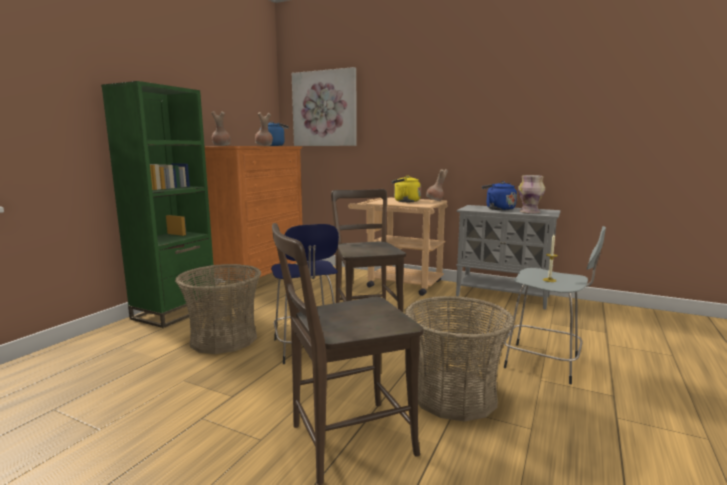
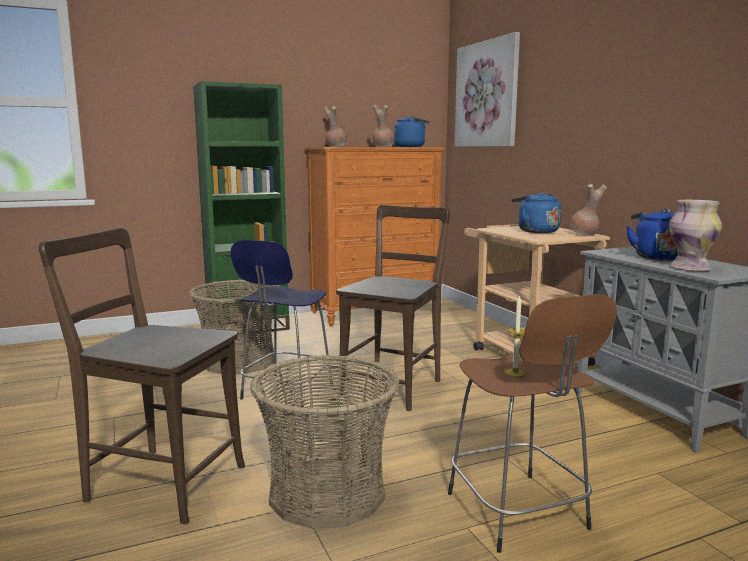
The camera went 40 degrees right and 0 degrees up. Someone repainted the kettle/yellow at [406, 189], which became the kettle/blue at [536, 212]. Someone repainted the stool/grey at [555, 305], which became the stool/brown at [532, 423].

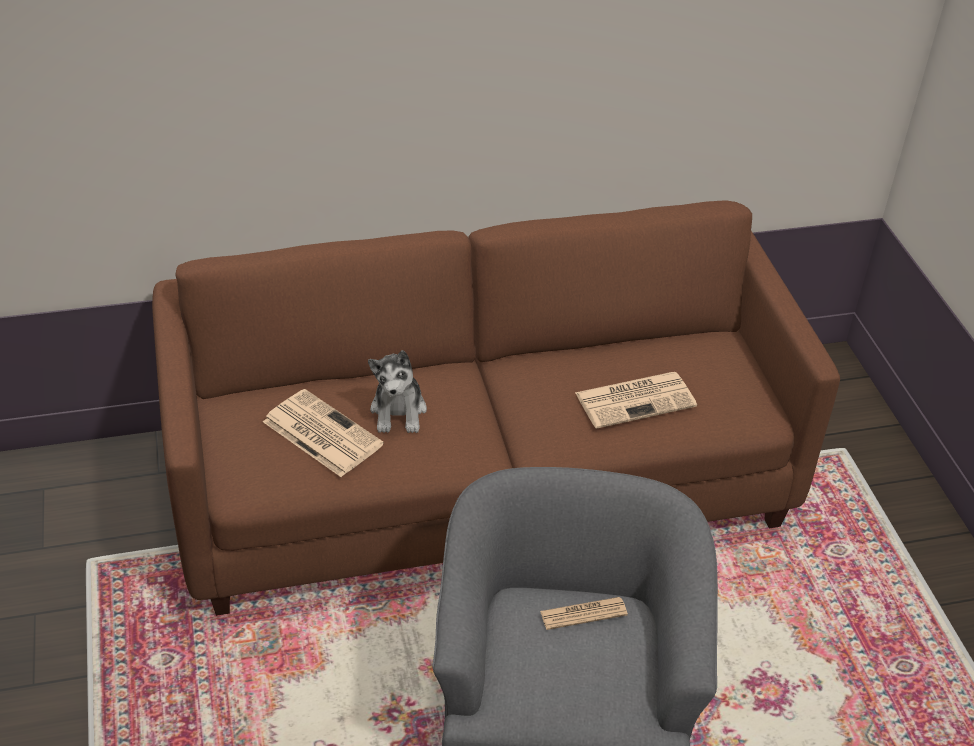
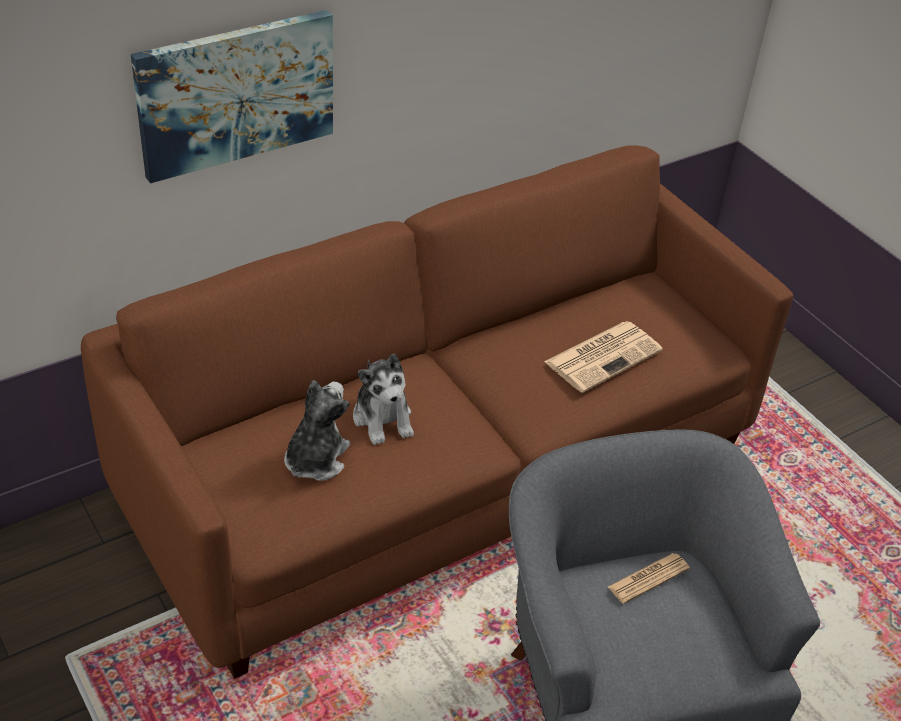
The camera went 20 degrees left and 0 degrees up. Someone swapped the newspaper at [323, 433] for the plush toy at [317, 430]. Someone put up the picture at [232, 96].

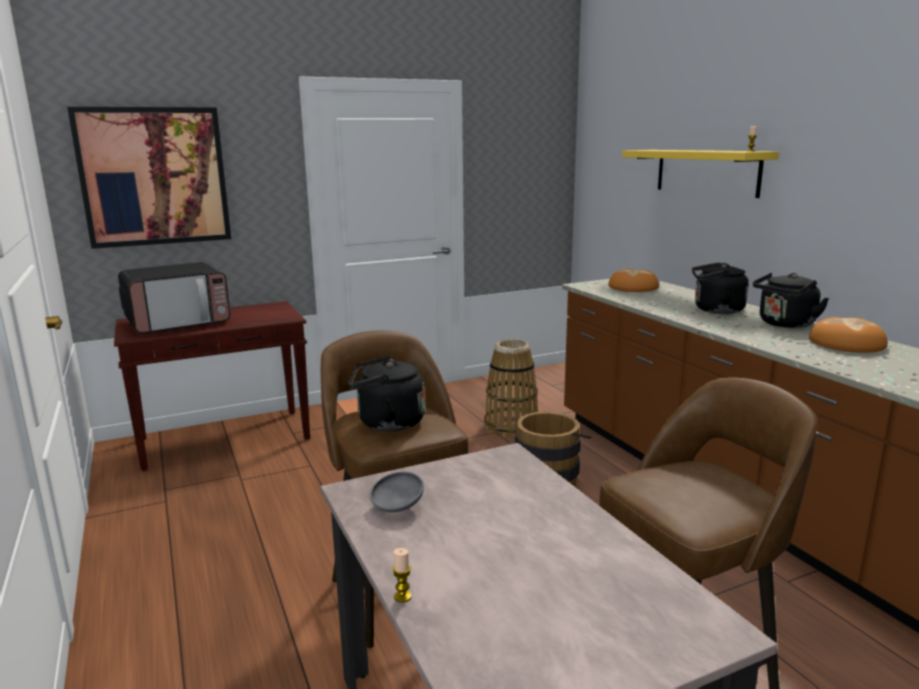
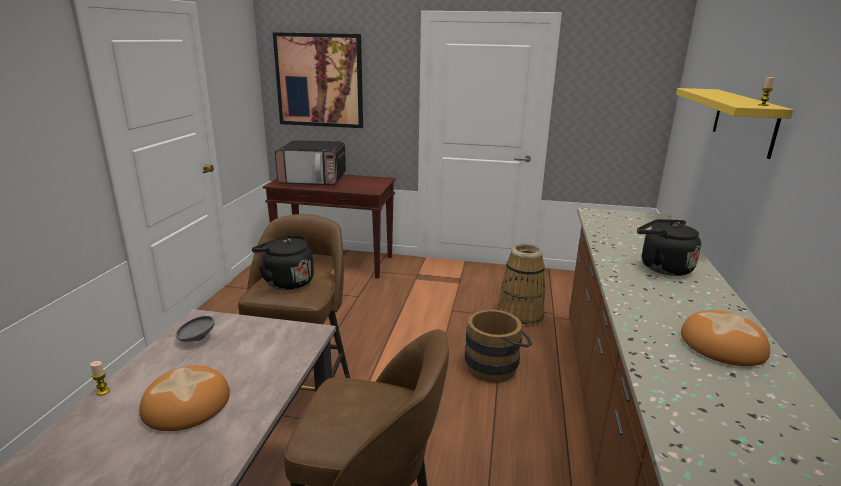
The camera went 35 degrees right and 5 degrees up. Someone carried the bread from [633, 280] to [184, 398]. Someone took away the kettle/black at [791, 300].

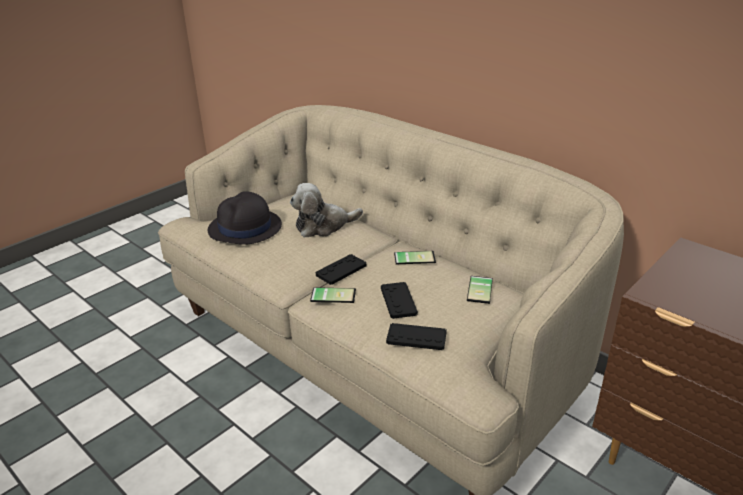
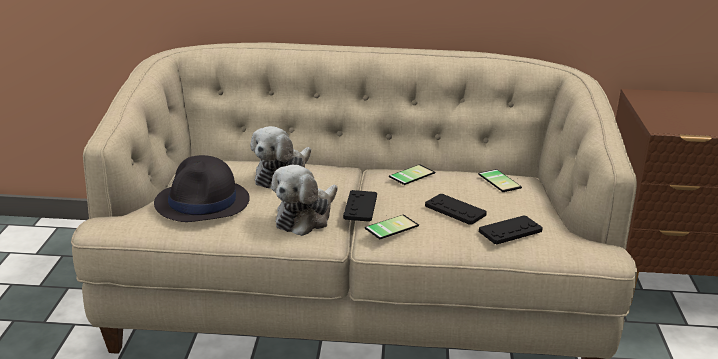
The camera went 40 degrees left and 5 degrees down. Someone put down the plush toy at [304, 200].

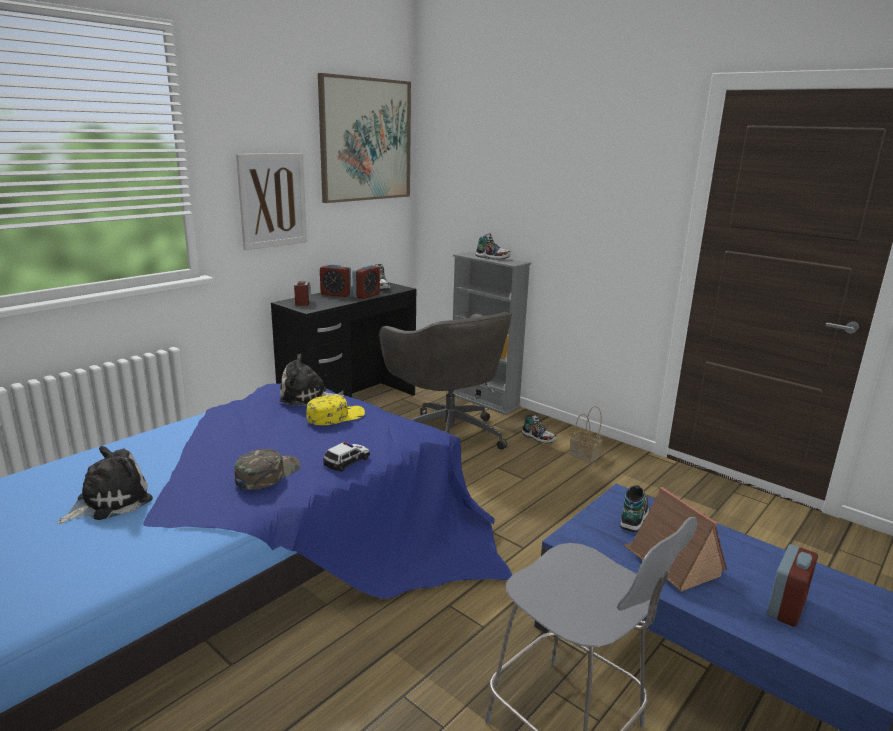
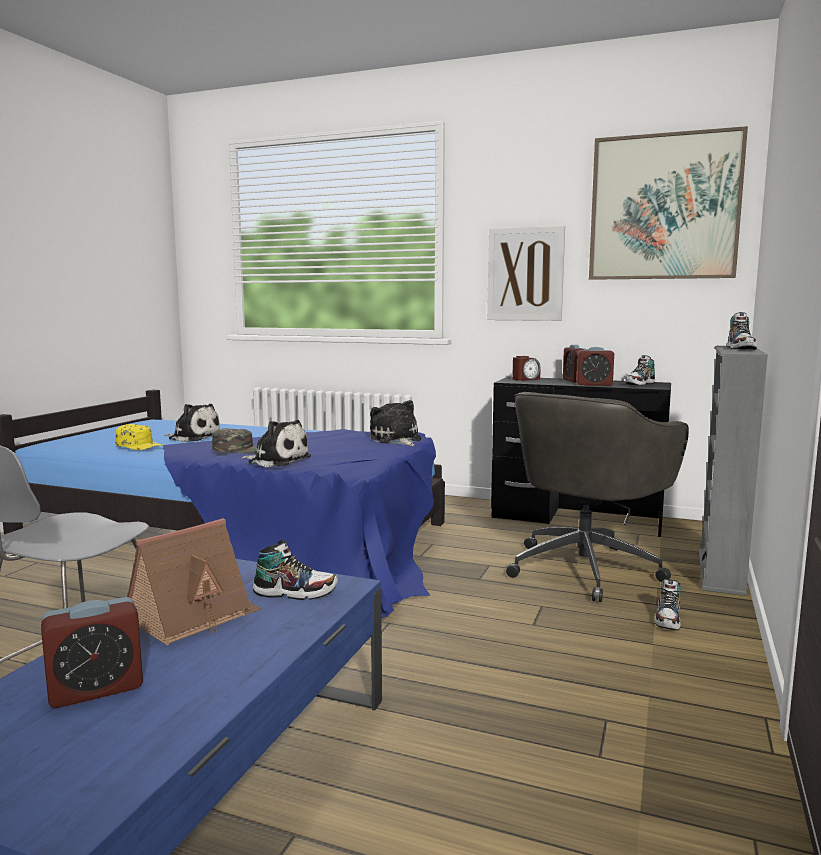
The camera went 70 degrees right and 10 degrees down. Someone carried the cap/yellow from [335, 410] to [139, 437]. Someone swapped the toy car at [346, 457] for the plush toy at [276, 443]. Someone took away the basket at [586, 434]. Someone rotated the alarm clock at [792, 585] by 45 degrees counterclockwise.

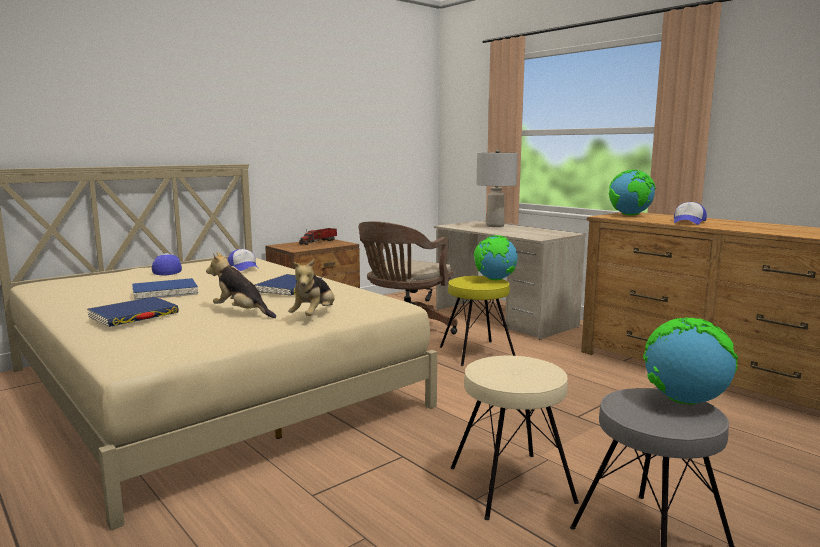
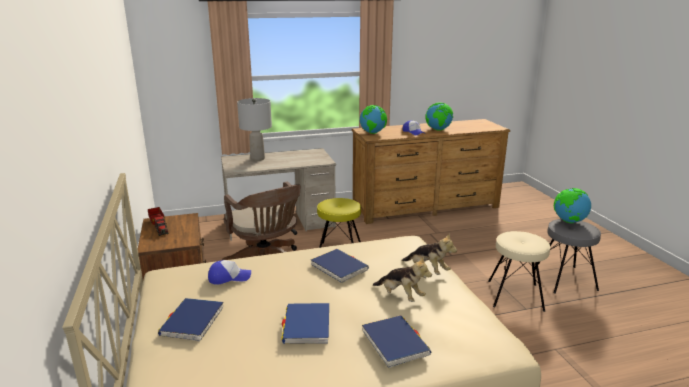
The camera went 65 degrees left and 10 degrees up. Someone swapped the cap at [167, 264] for the book/blue at [190, 320]. Someone rotated the plush toy at [241, 285] by 105 degrees counterclockwise. Someone carried the globe from [496, 257] to [439, 116].

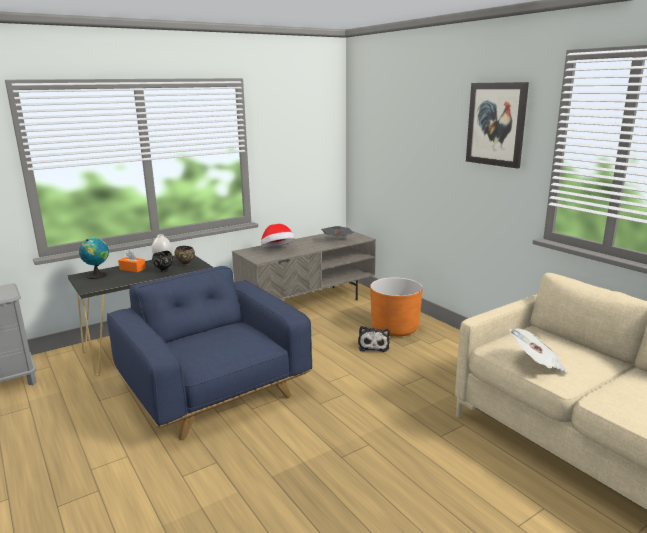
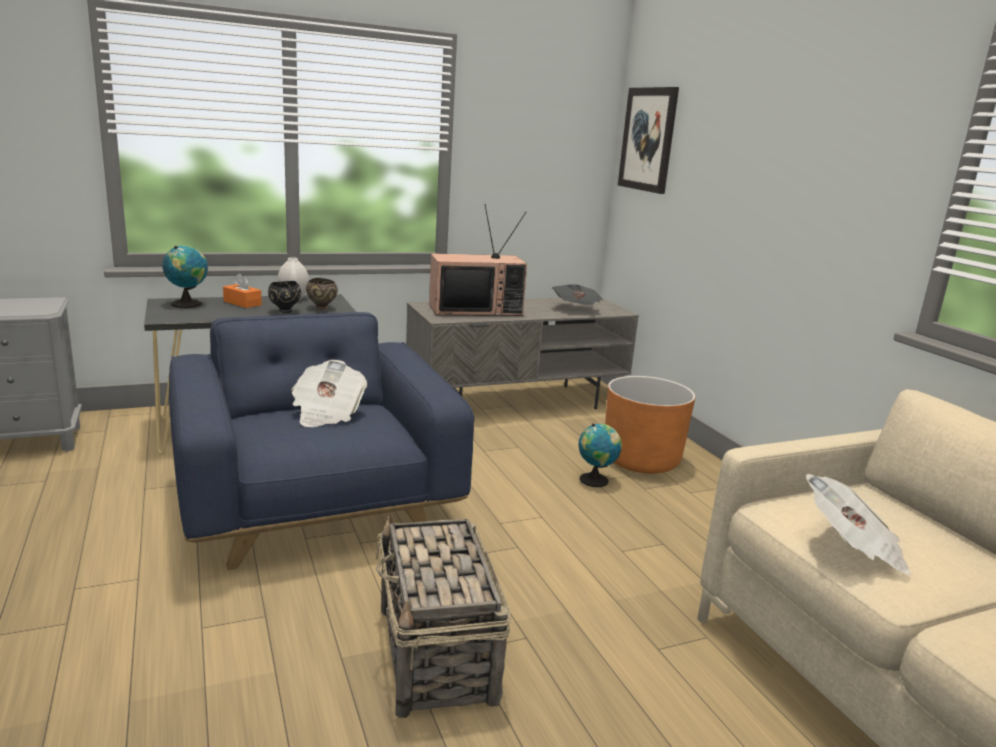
The camera went 10 degrees right and 0 degrees up. Someone swapped the hat at [278, 235] for the television at [478, 260]. Someone swapped the plush toy at [374, 339] for the globe at [600, 455]. Someone carried the picture from [497, 125] to [648, 140]. Someone put down the newspaper at [329, 393]. Someone put down the basket at [443, 616].

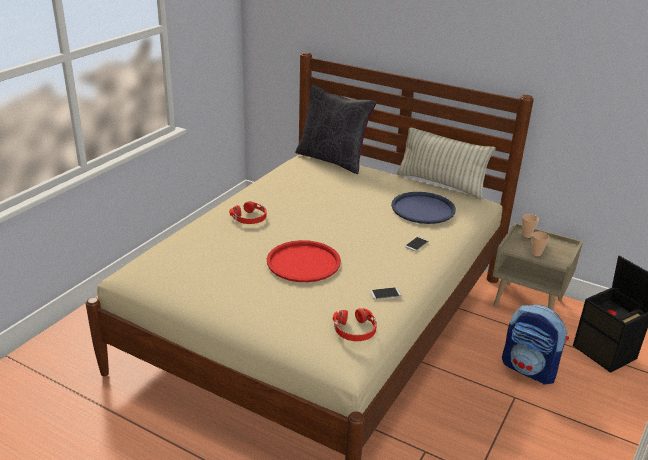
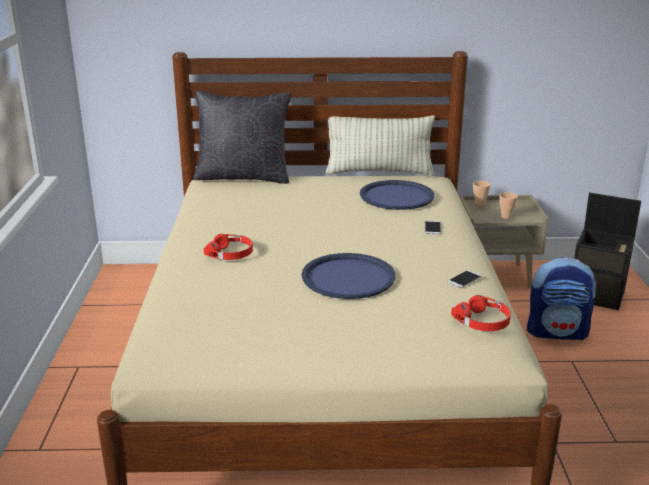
The camera went 30 degrees left and 5 degrees down. Someone repainted the tray/red at [304, 261], which became the tray/blue at [348, 276].

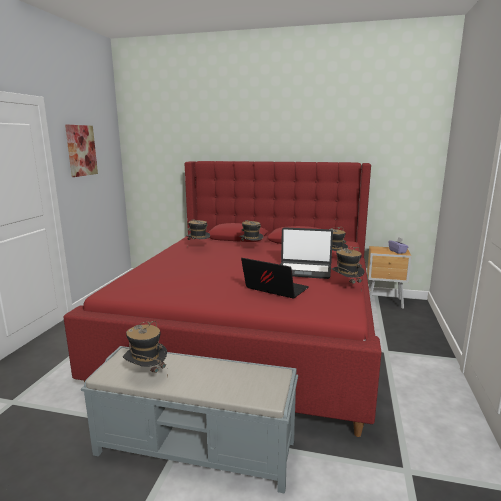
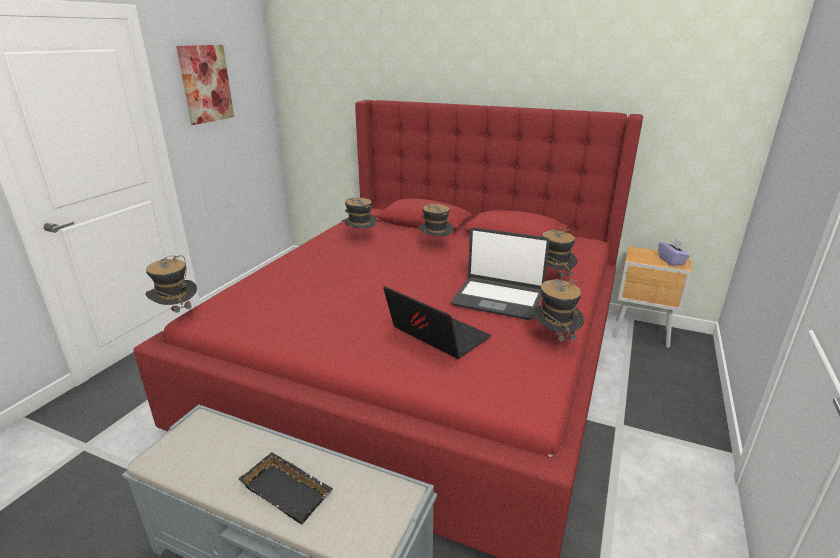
The camera went 10 degrees right and 10 degrees up. Someone carried the hat from [145, 349] to [171, 285]. Someone put down the tray/black at [285, 488].

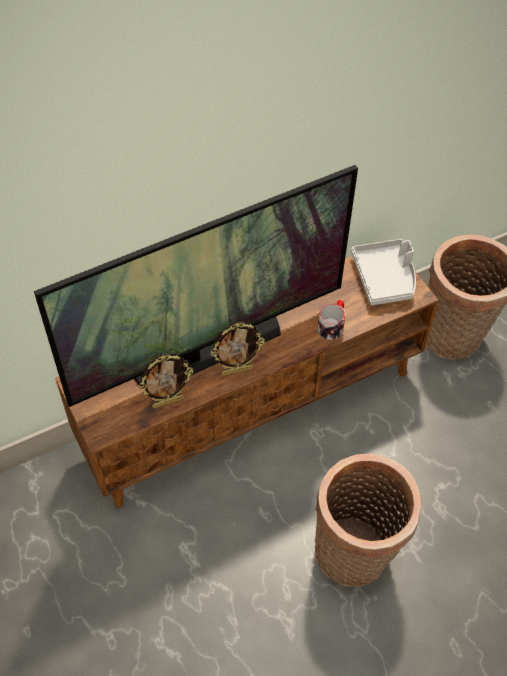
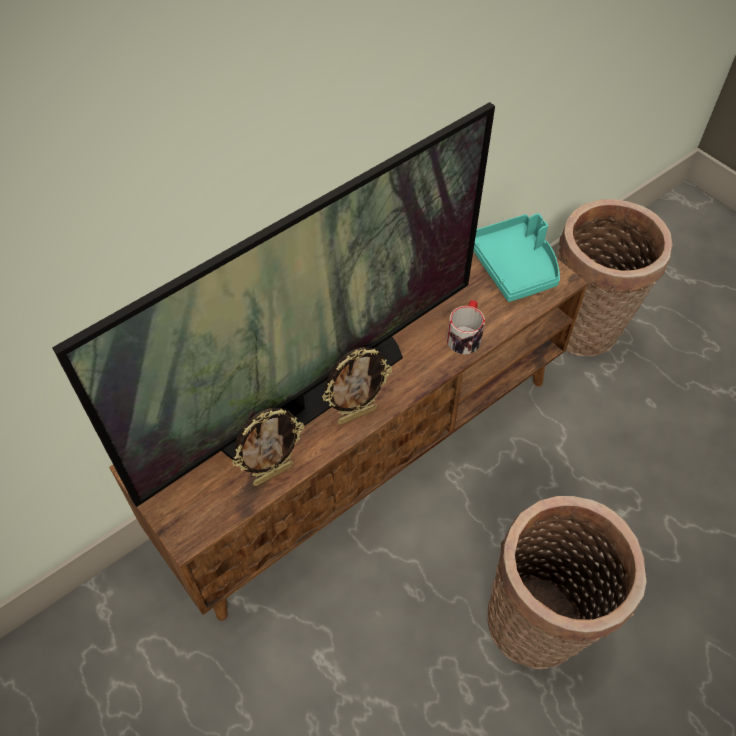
The camera went 10 degrees left and 0 degrees up. Someone repainted the tray/grey at [383, 272], which became the tray/turquoise at [516, 257].

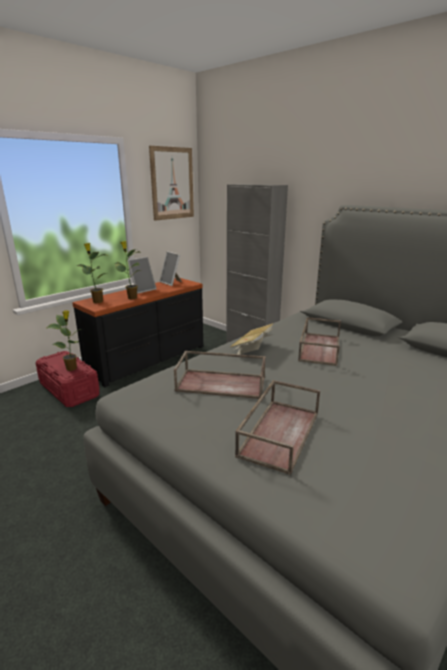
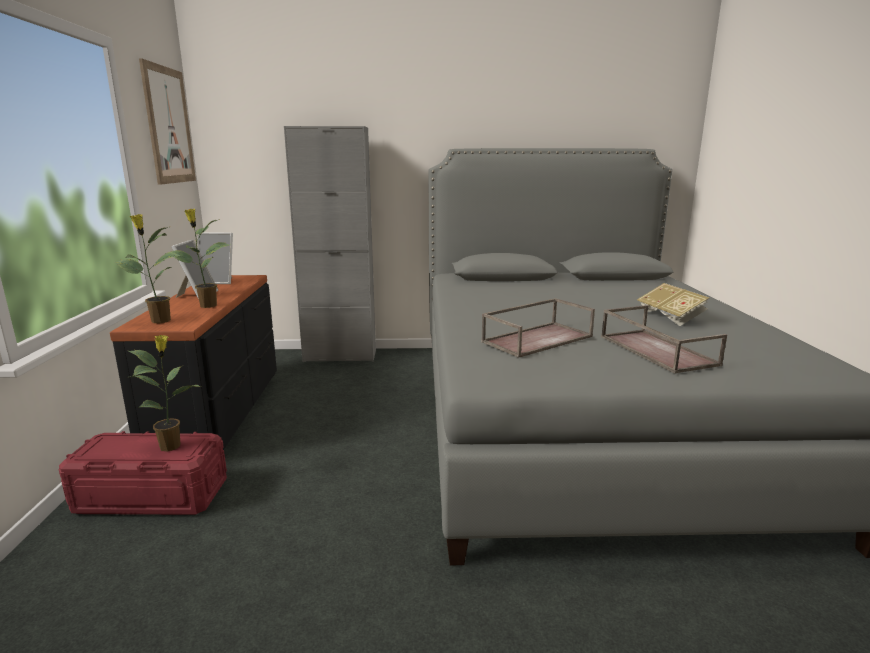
The camera went 45 degrees left and 5 degrees down. Someone carried the book from [252, 338] to [673, 304]. Someone took away the tray/brown at [319, 341].

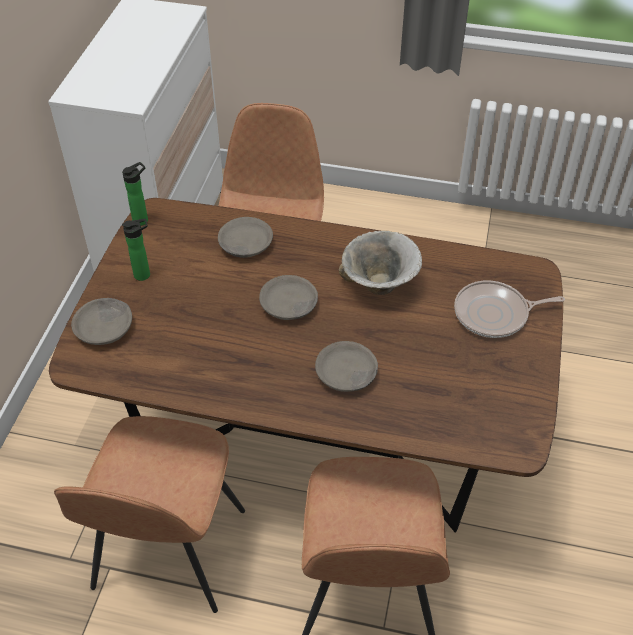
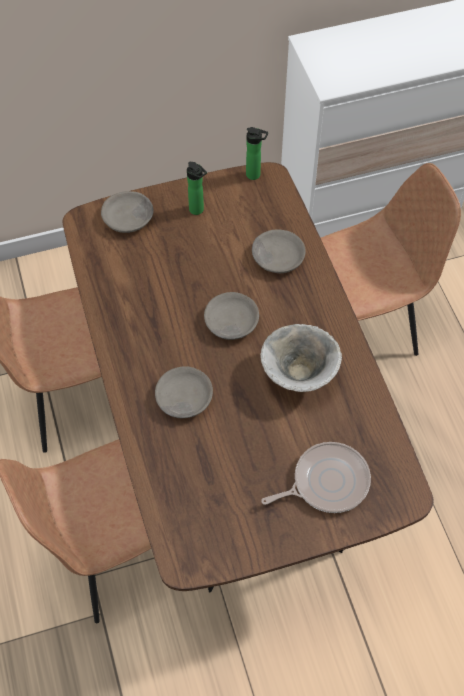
The camera went 60 degrees right and 10 degrees up. Someone rotated the frying pan at [509, 309] by 105 degrees clockwise.

